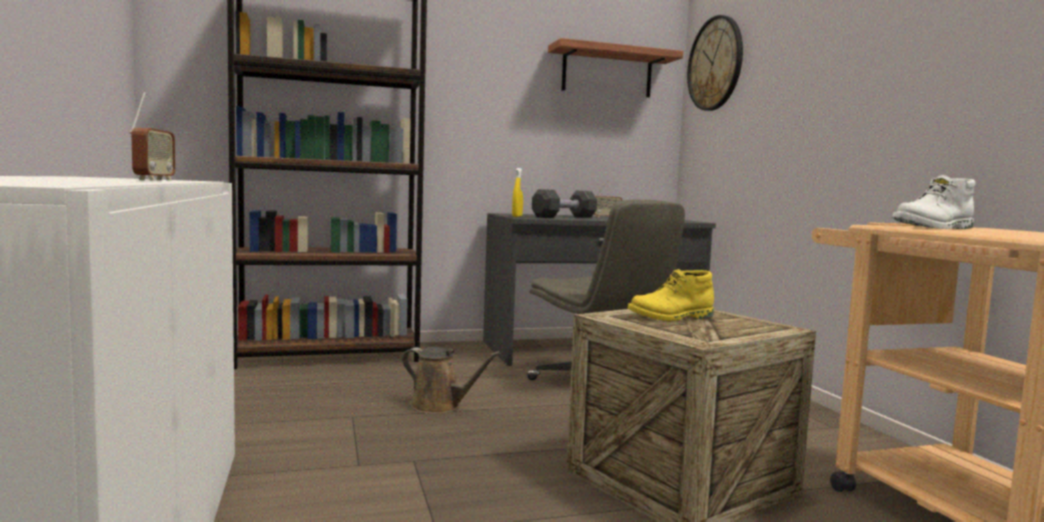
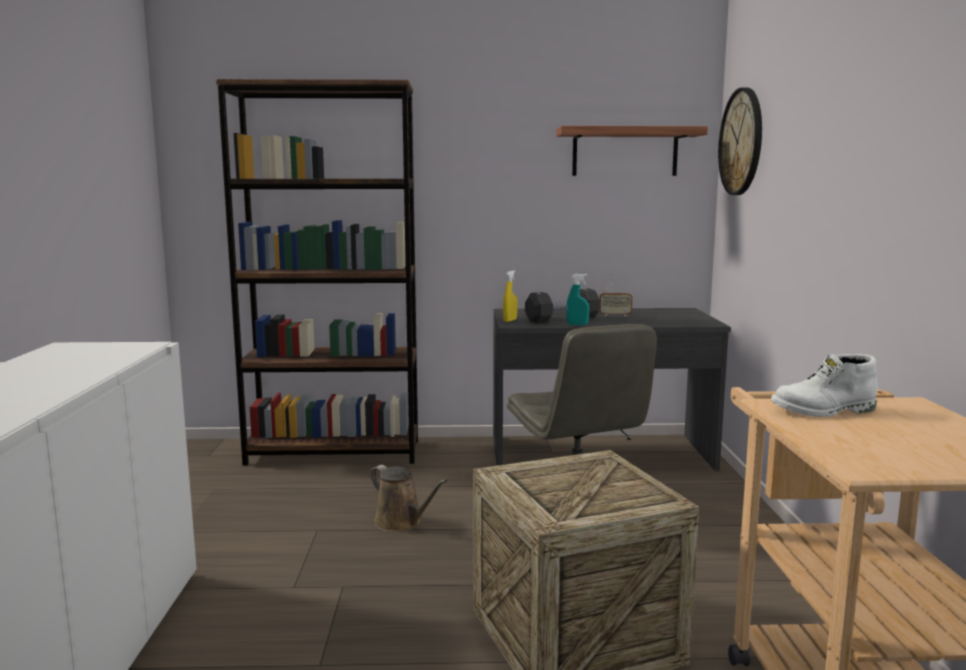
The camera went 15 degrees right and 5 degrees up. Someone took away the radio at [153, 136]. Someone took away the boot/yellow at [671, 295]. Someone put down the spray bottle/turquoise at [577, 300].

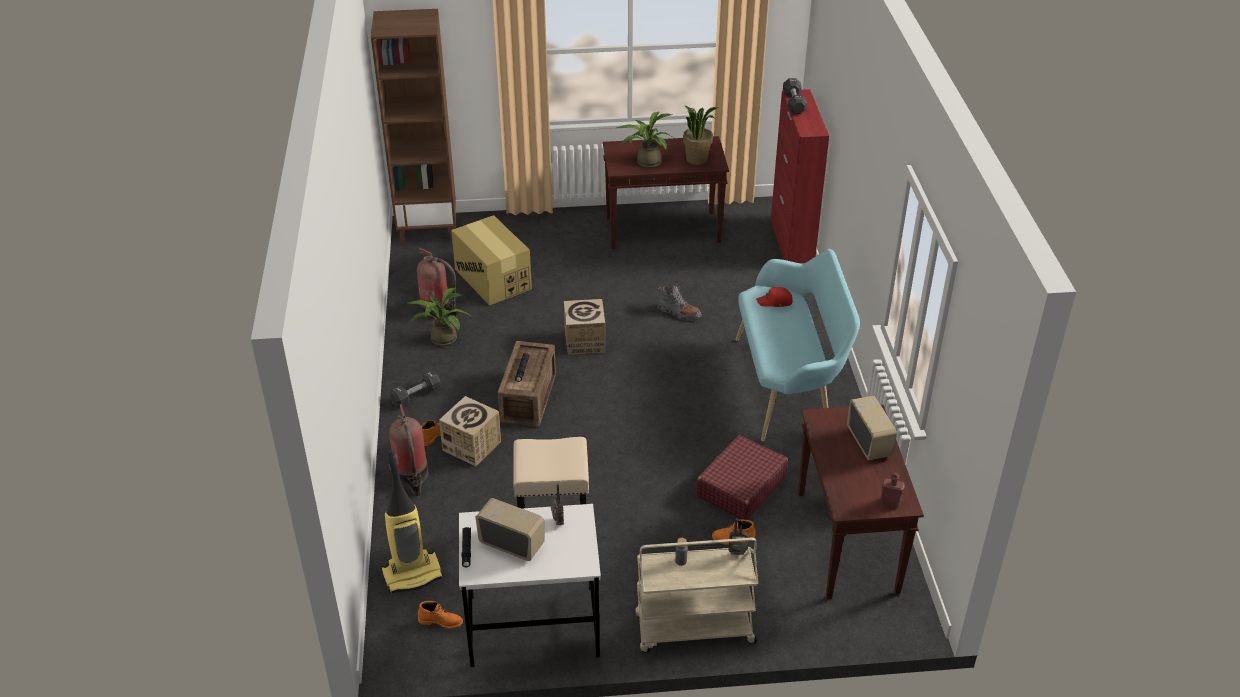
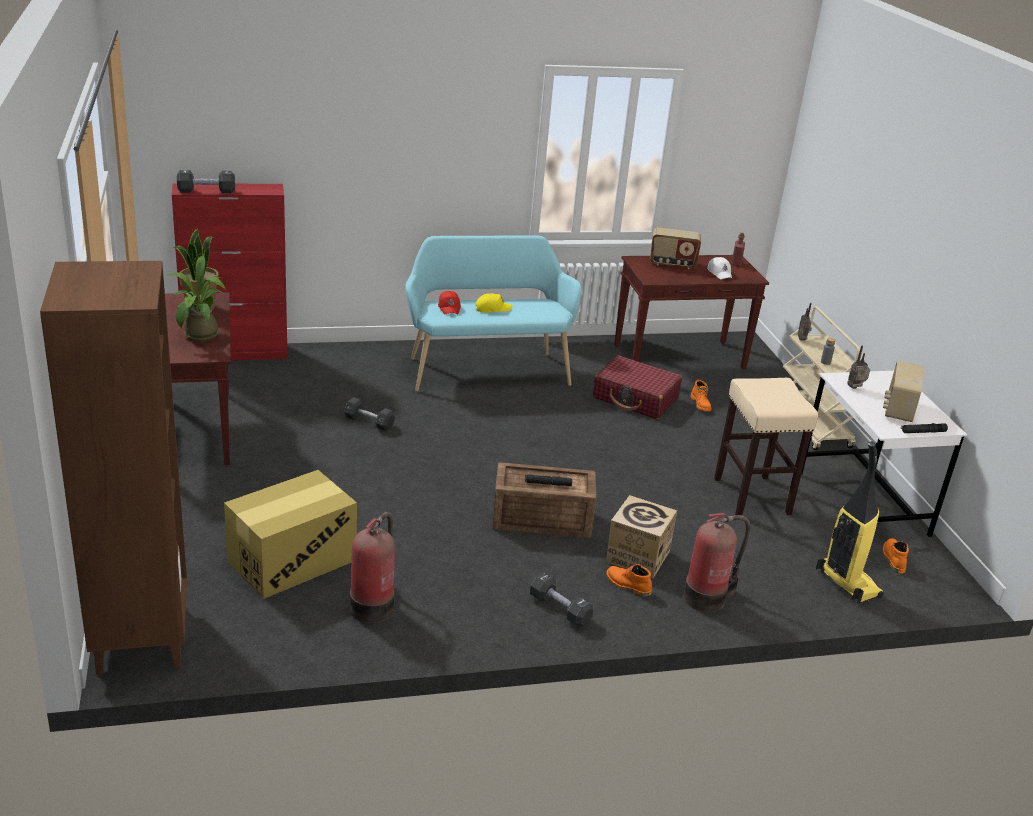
The camera went 100 degrees left and 10 degrees down. Someone took away the potted plant at [440, 317]. Someone took away the cardboard box at [585, 327]. Someone swapped the boot/grey at [679, 302] for the dumbbell/black at [369, 414]. Someone rotated the radio at [872, 427] by 150 degrees counterclockwise. Someone put down the cap/yellow at [493, 302]. Someone put down the cap/white at [719, 268].

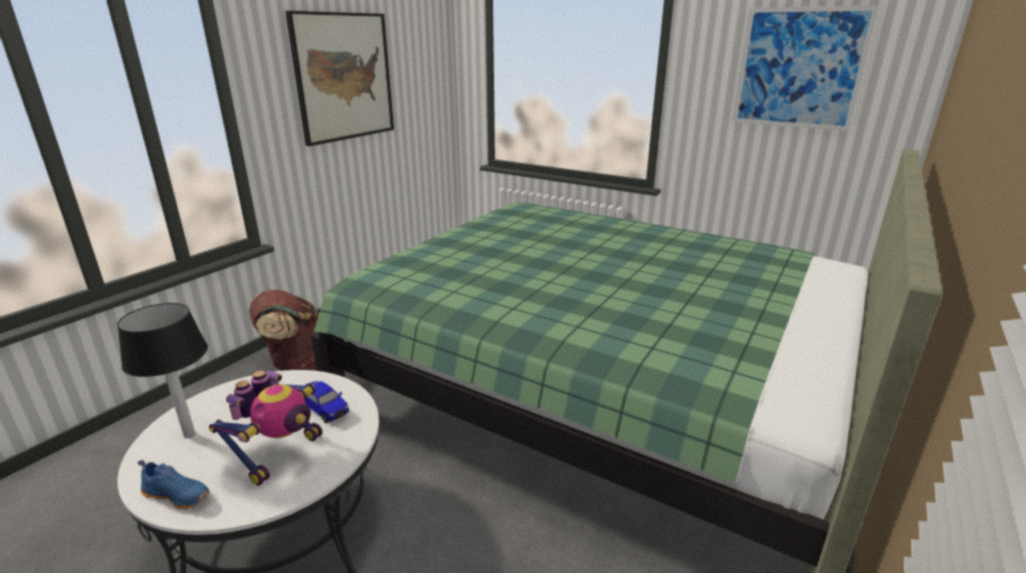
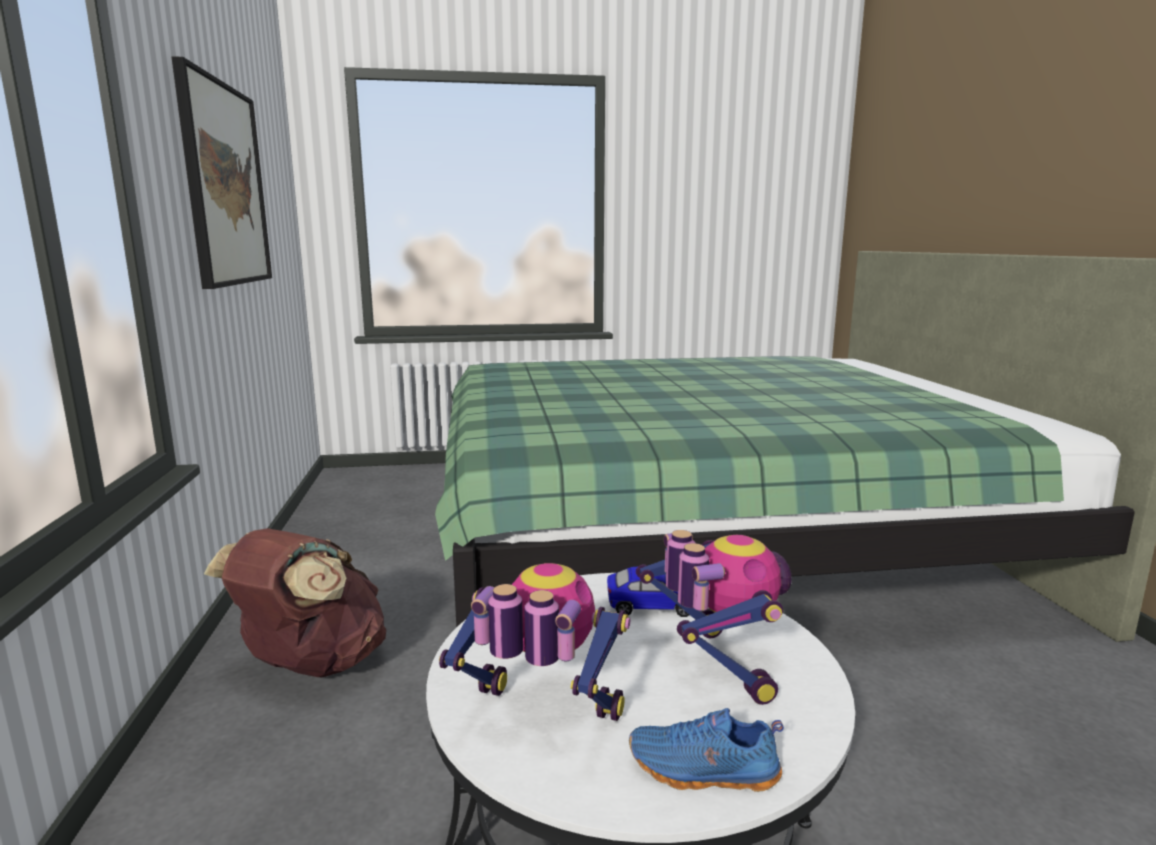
The camera went 40 degrees left and 10 degrees down. Someone swapped the table lamp at [162, 370] for the toy robot at [534, 642]. Someone rotated the shoe/blue at [174, 484] by 150 degrees counterclockwise. Someone took away the picture at [805, 68].

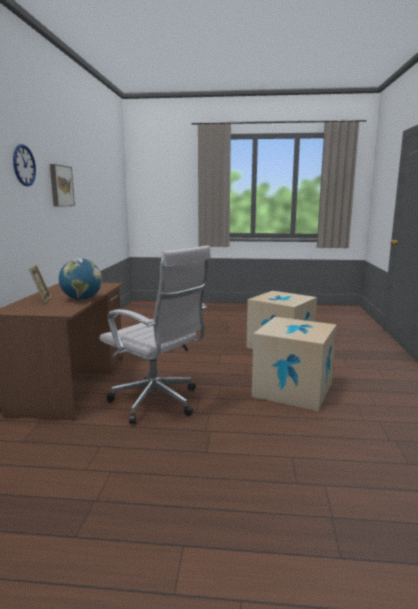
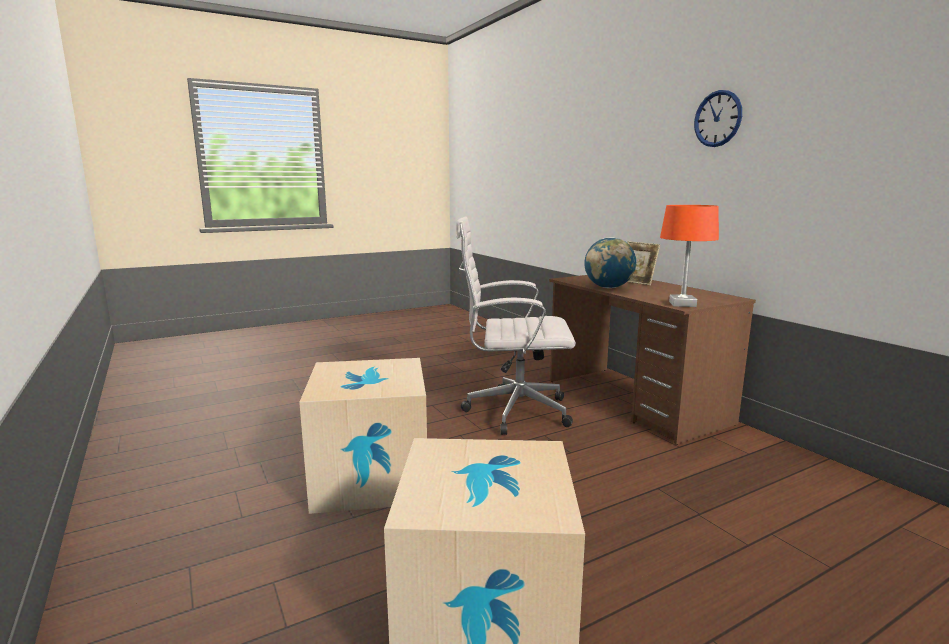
The camera went 145 degrees right and 0 degrees up. Someone took away the picture at [62, 185]. Someone put down the table lamp/orange at [689, 256].

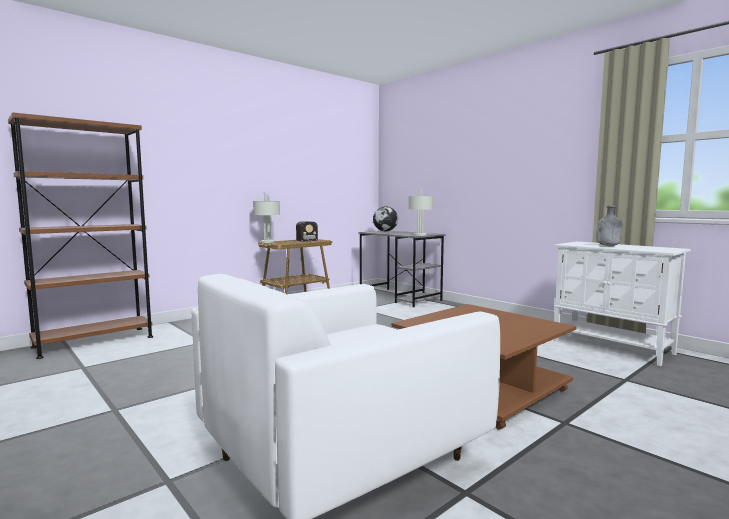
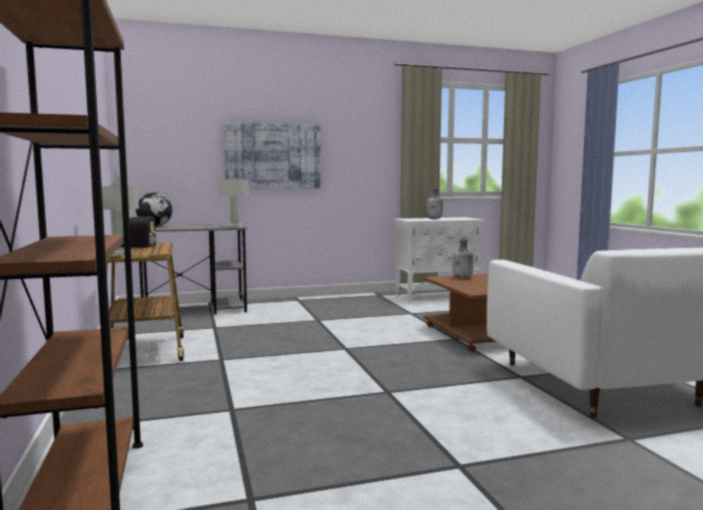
The camera went 65 degrees left and 0 degrees up. Someone put up the picture at [272, 155]. Someone put down the bottle/grey at [463, 258].

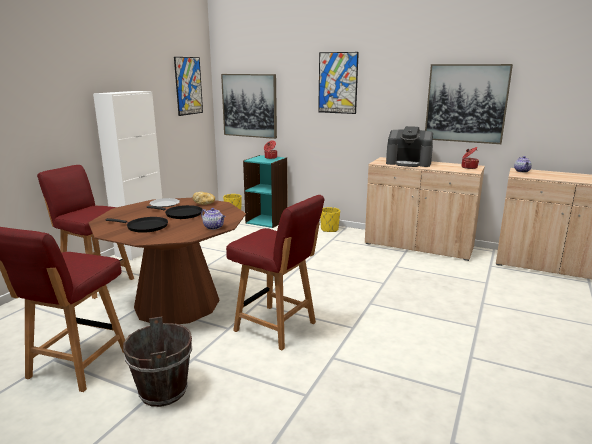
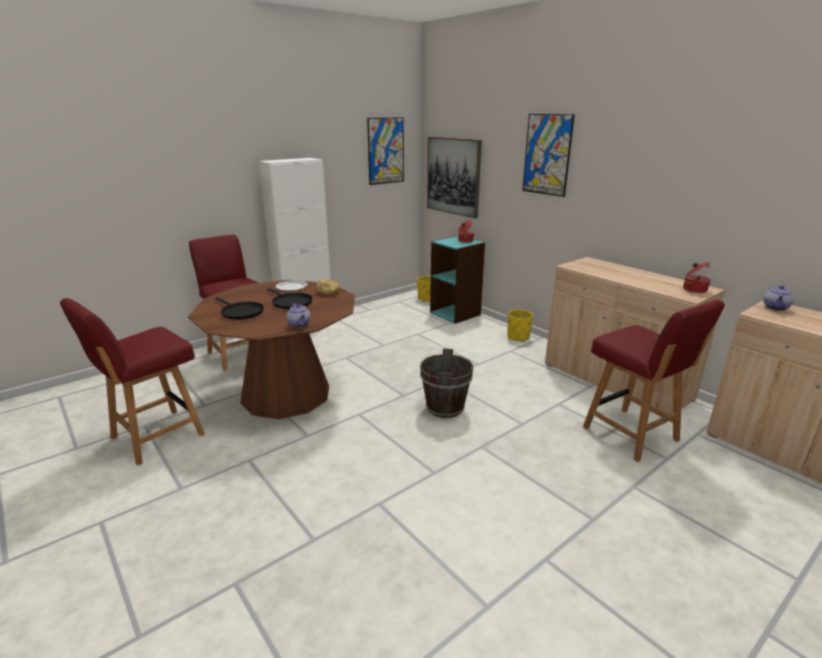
The camera went 25 degrees right and 5 degrees up. Someone carried the bucket/brown from [157, 361] to [446, 383]. Someone carried the chair/red from [275, 272] to [654, 381]. Someone took away the coffee machine at [409, 146]. Someone took away the picture at [469, 104].

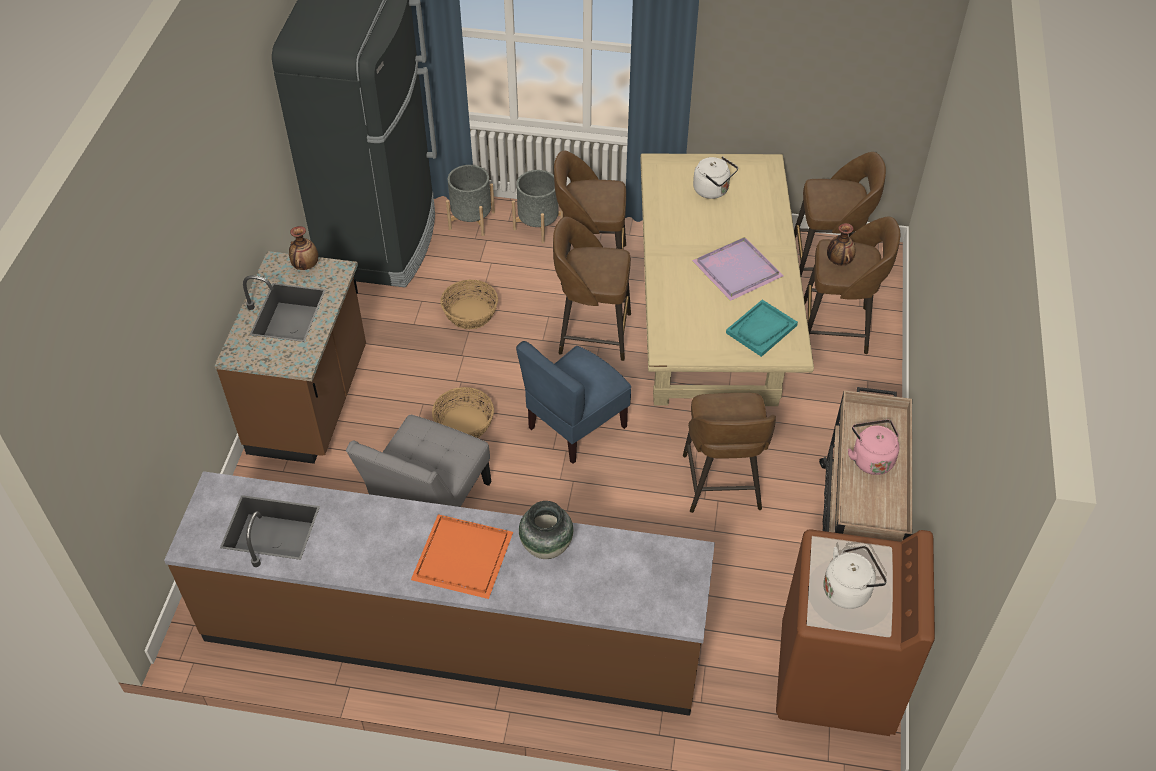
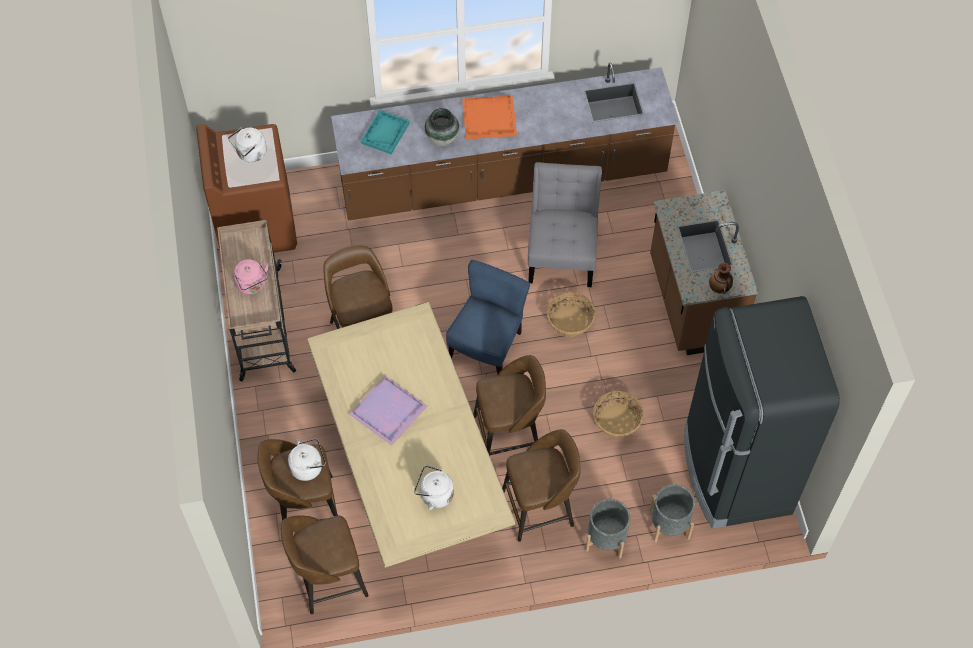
The camera went 160 degrees right and 10 degrees up. Someone carried the tray/turquoise from [762, 328] to [385, 132]. Someone swapped the vase at [841, 244] for the kettle/white at [306, 460].

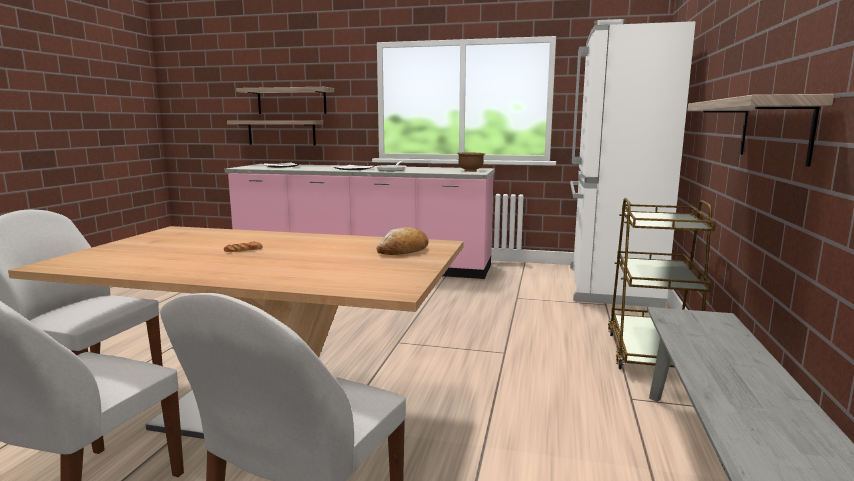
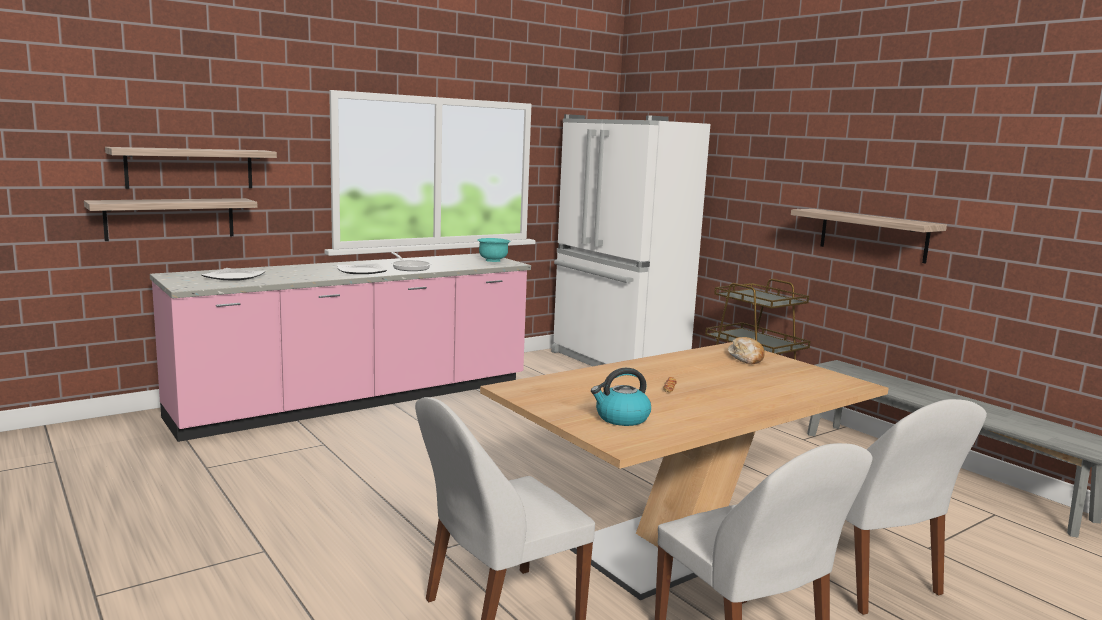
The camera went 50 degrees left and 0 degrees up. Someone repainted the bowl/brown at [471, 162], which became the bowl/turquoise at [494, 250]. Someone put down the kettle at [621, 397].

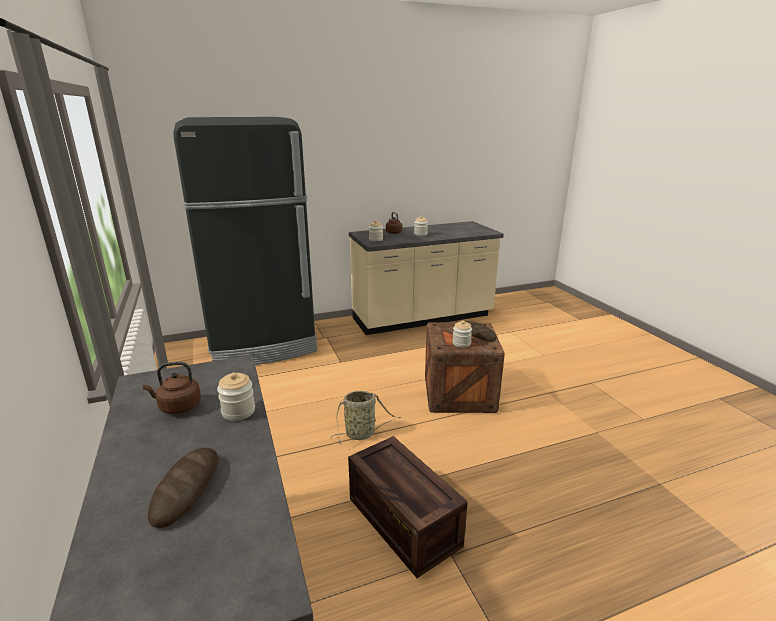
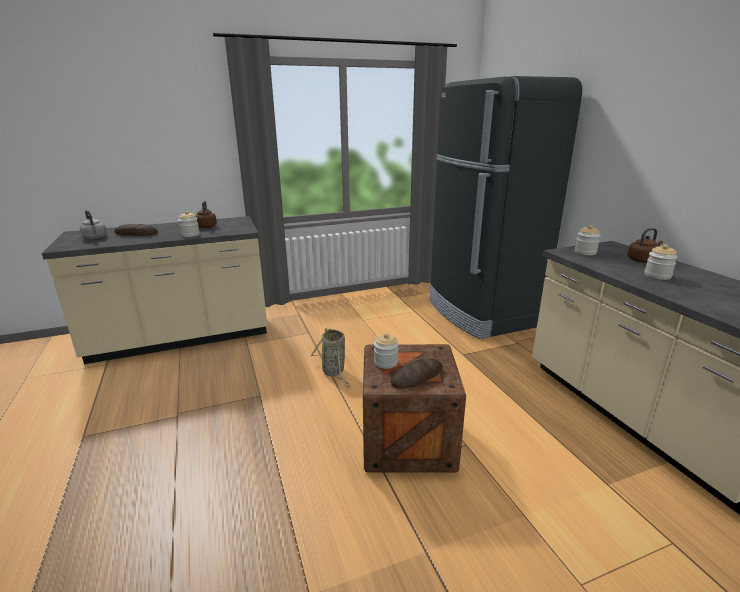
The camera went 90 degrees right and 0 degrees up. Someone took away the crate at [408, 507]. Someone put down the kettle/grey at [93, 224].

